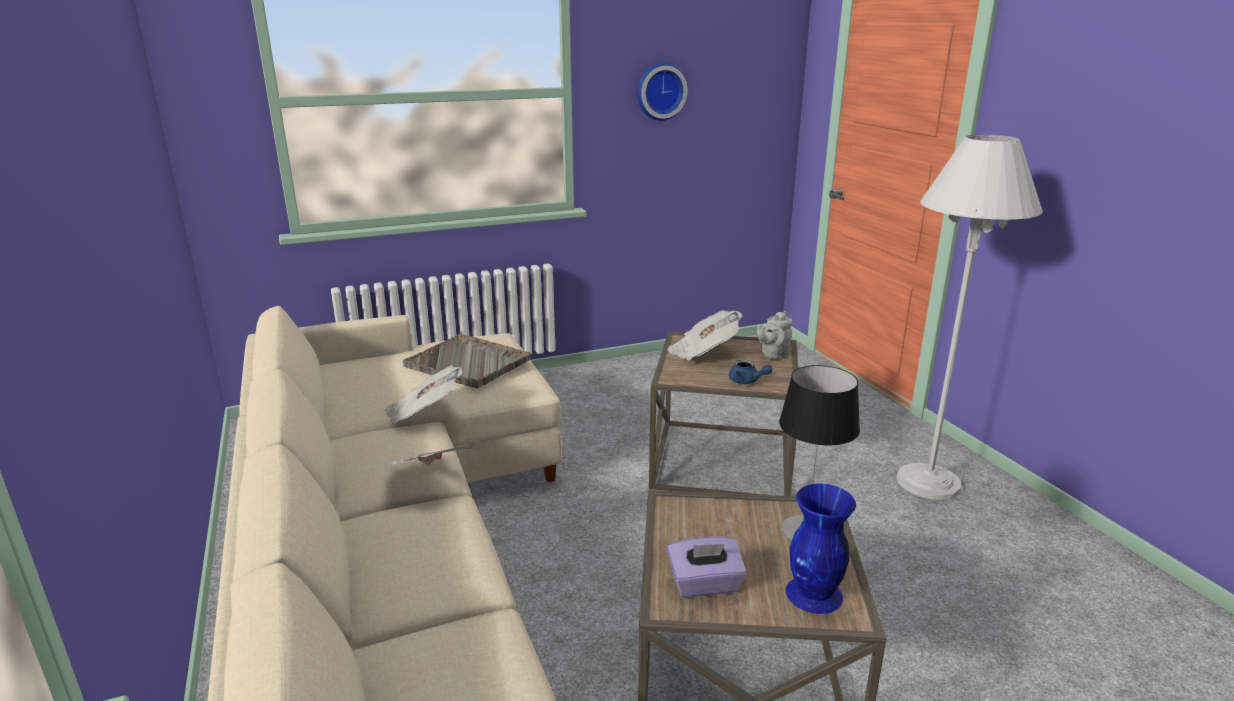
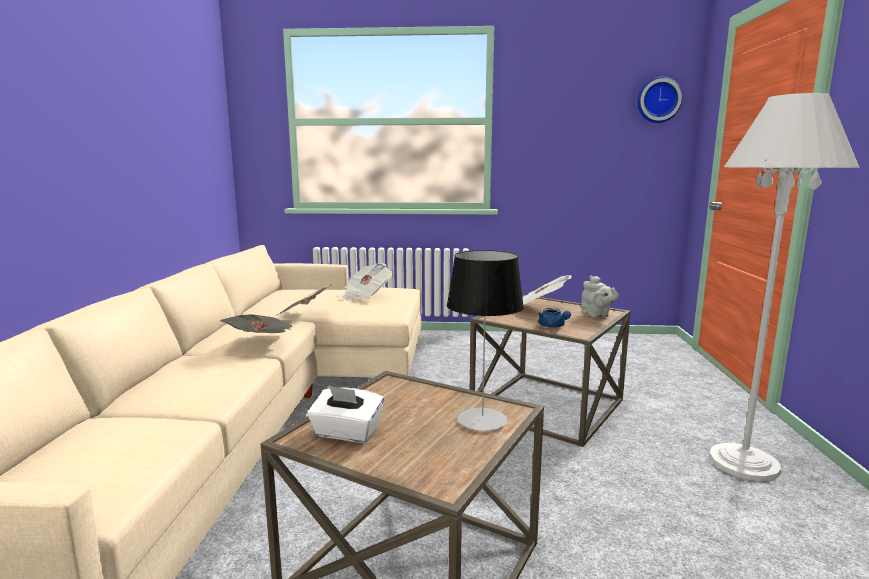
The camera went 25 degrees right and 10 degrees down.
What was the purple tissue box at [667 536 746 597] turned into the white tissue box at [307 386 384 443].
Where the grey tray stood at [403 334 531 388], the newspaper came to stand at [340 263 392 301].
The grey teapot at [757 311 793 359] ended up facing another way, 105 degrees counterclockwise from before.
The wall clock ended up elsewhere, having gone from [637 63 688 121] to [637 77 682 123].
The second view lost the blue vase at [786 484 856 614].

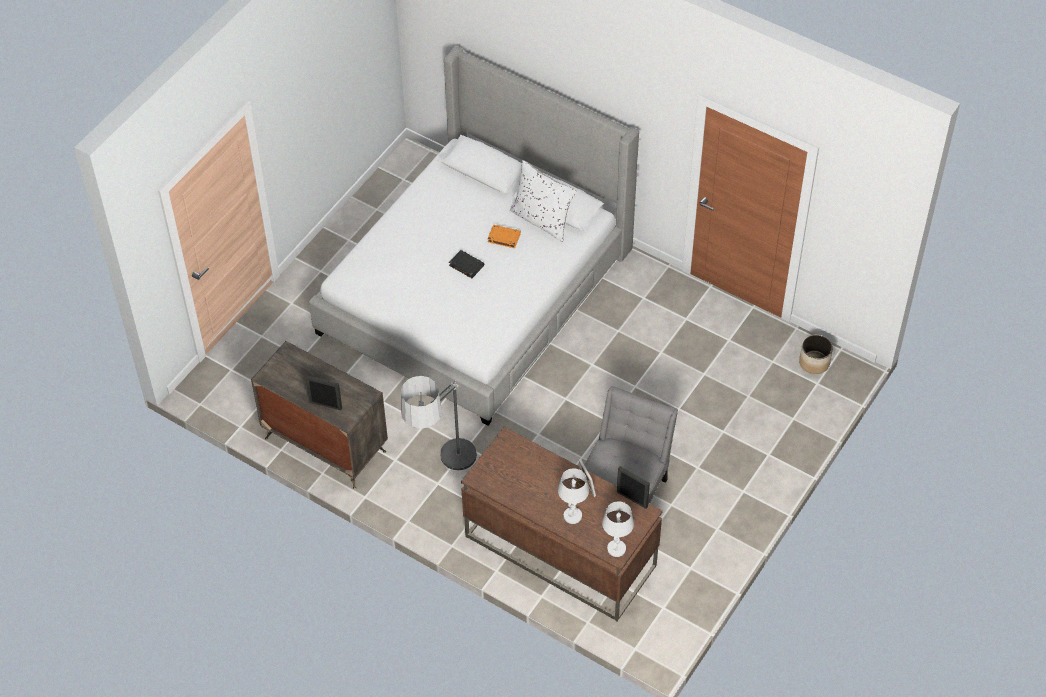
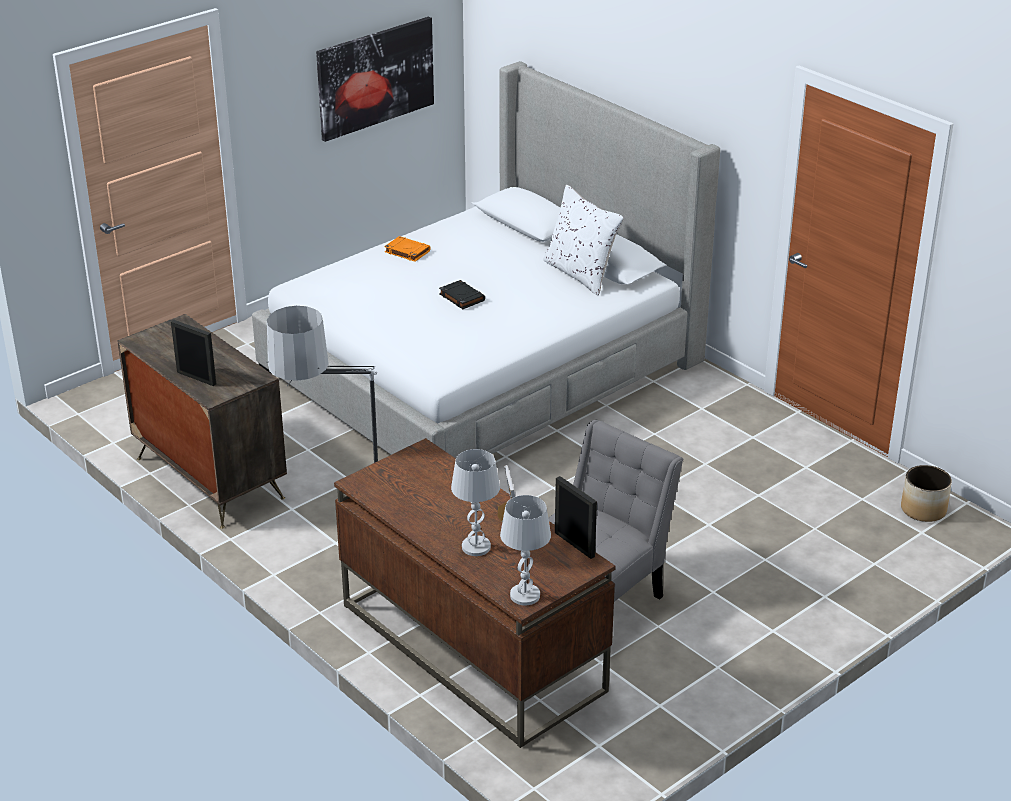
The camera went 15 degrees right and 20 degrees down.
The second view gained the picture at [316 17 434 142].
The orange book ended up elsewhere, having gone from [488 225 521 248] to [384 236 431 262].

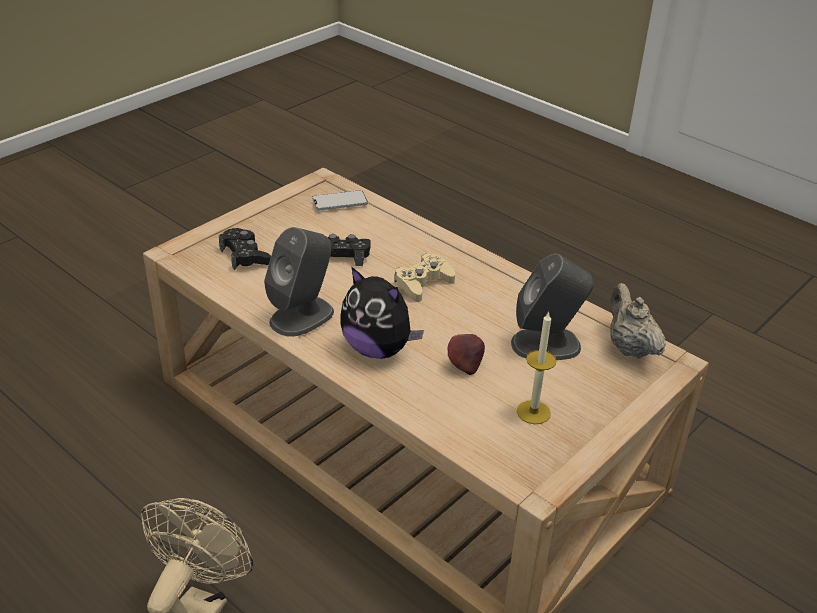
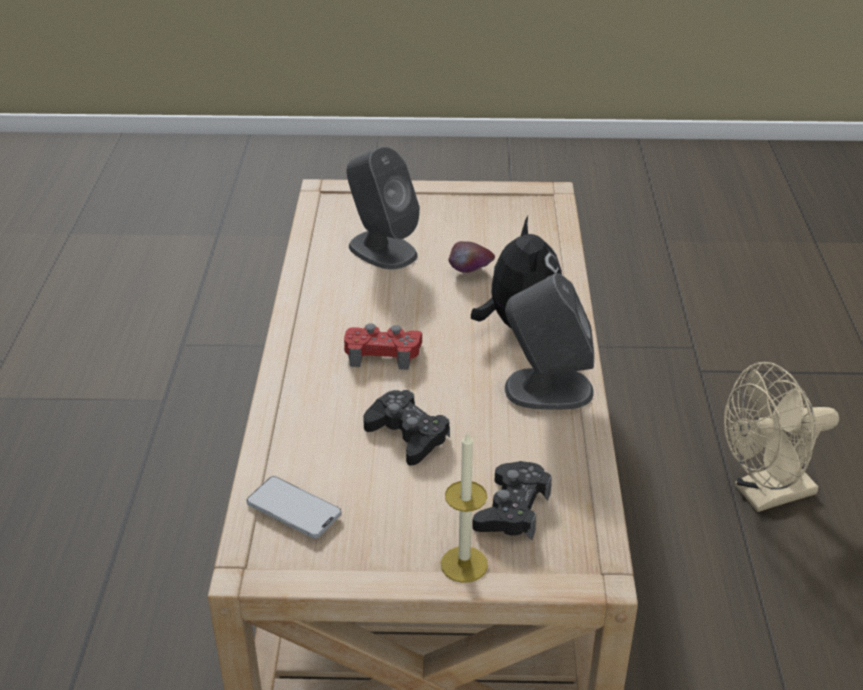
The camera went 130 degrees left and 0 degrees up.
What was the beige game controller at [394 253 455 302] turned into the red game controller at [344 324 422 370].
The candle ended up elsewhere, having gone from [517 311 557 424] to [441 431 488 583].
The second view lost the beige teapot at [610 283 666 359].

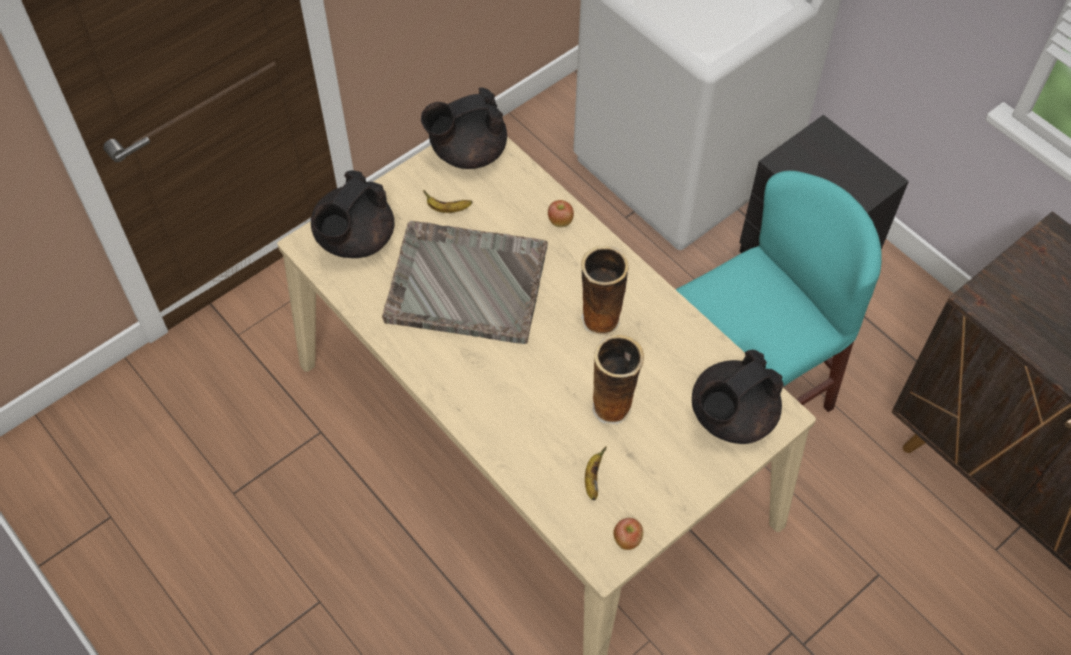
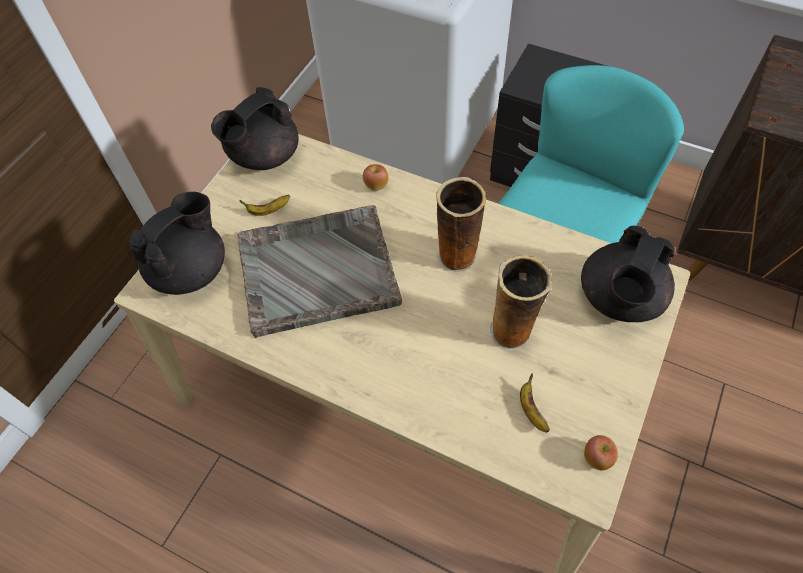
The camera went 20 degrees left and 0 degrees up.
The black teapot at [311 170 394 258] ended up facing another way, 150 degrees counterclockwise from before.

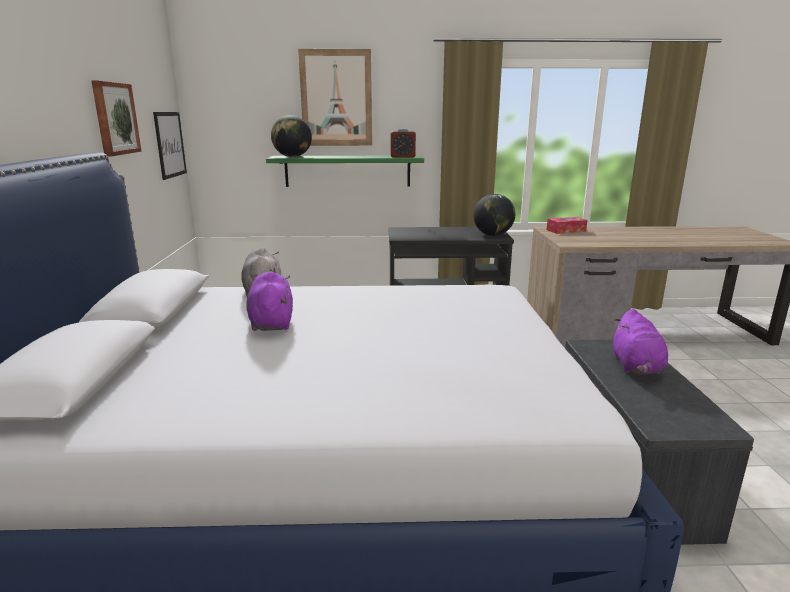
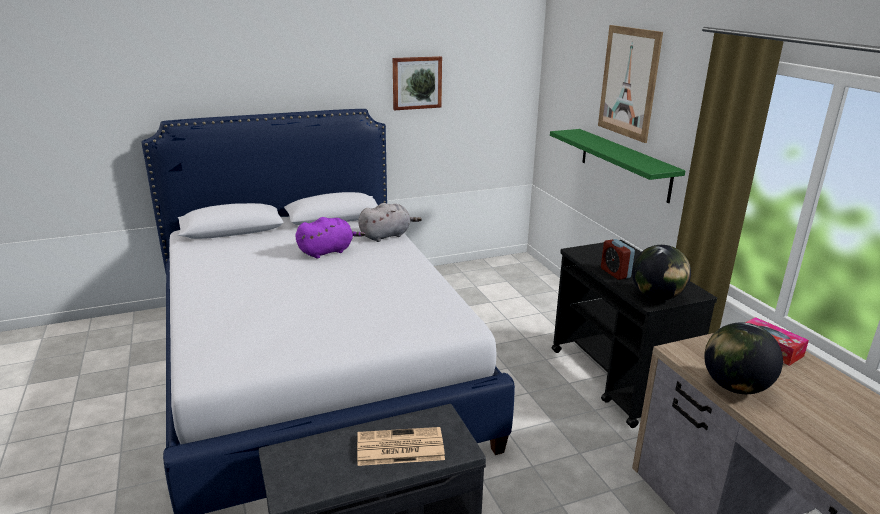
The camera went 70 degrees right and 5 degrees up.
Where the purple plush toy stood at [613 309 668 375], the newspaper came to stand at [357 427 445 466].
The alarm clock ended up elsewhere, having gone from [390 129 416 158] to [601 239 635 280].
The globe ended up elsewhere, having gone from [271 115 312 157] to [704 322 783 394].
The second view lost the picture at [153 112 187 180].

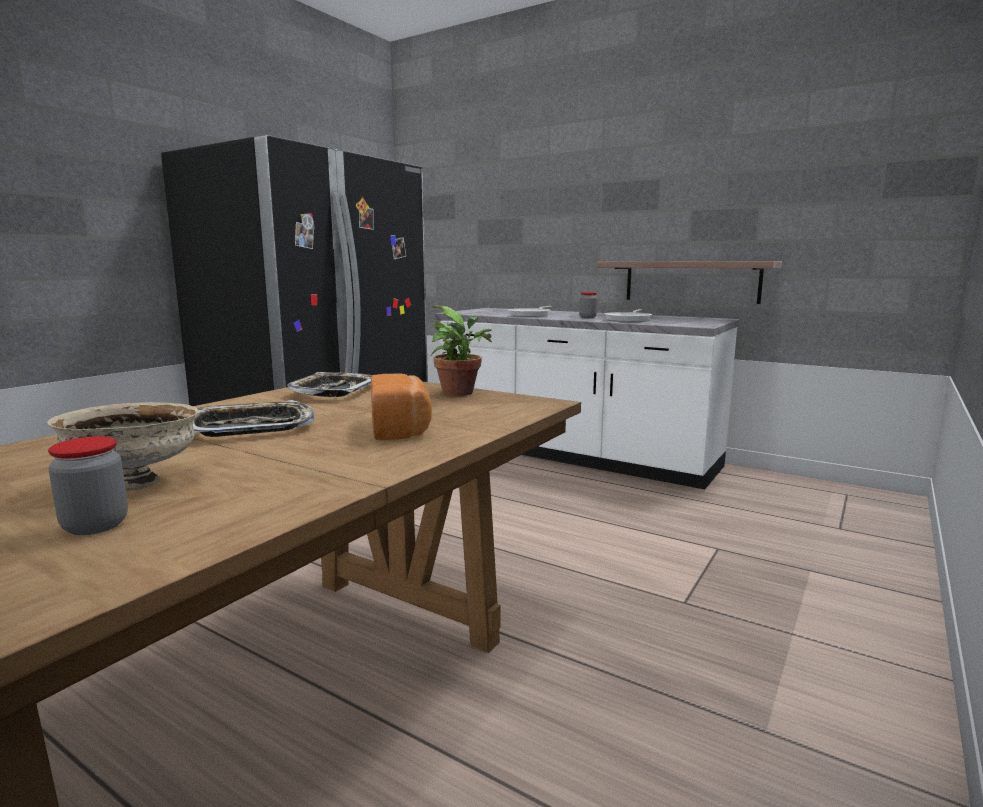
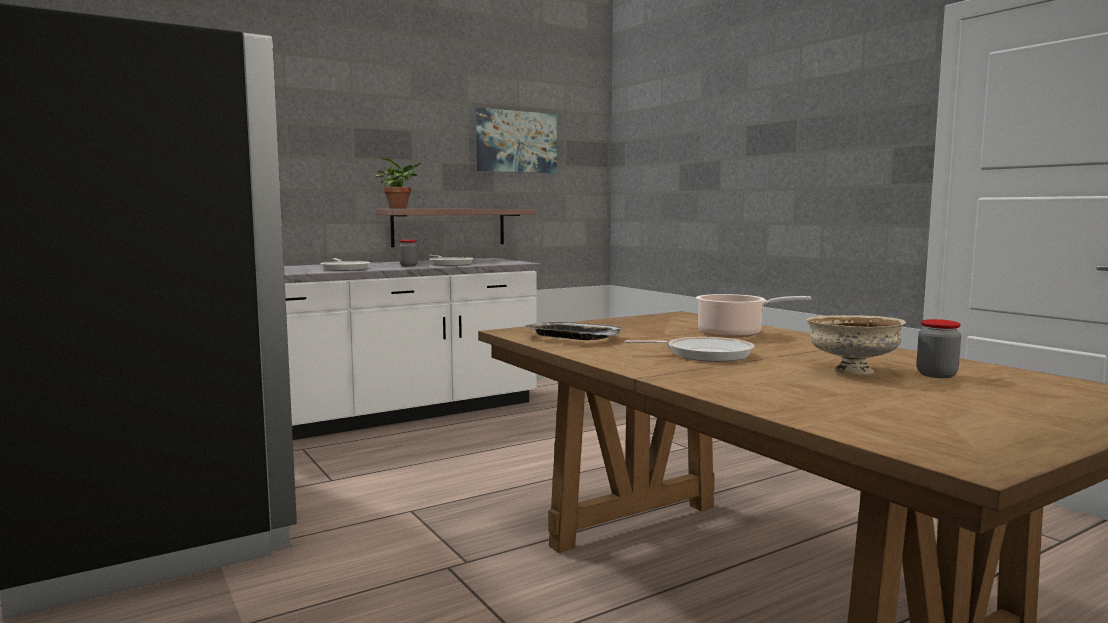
The camera went 65 degrees left and 5 degrees down.
The potted plant ended up elsewhere, having gone from [430 306 492 396] to [375 158 425 209].
The second view gained the picture at [476 108 557 173].
Where the tray stood at [193 400 314 437], the frying pan came to stand at [625 337 755 362].
Where the bread stood at [371 374 432 440], the cooking pot came to stand at [696 294 811 338].

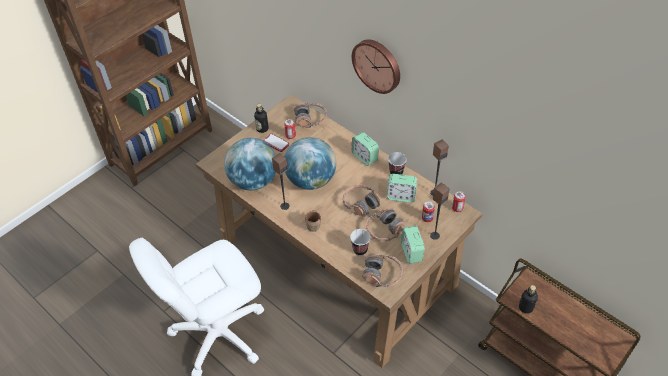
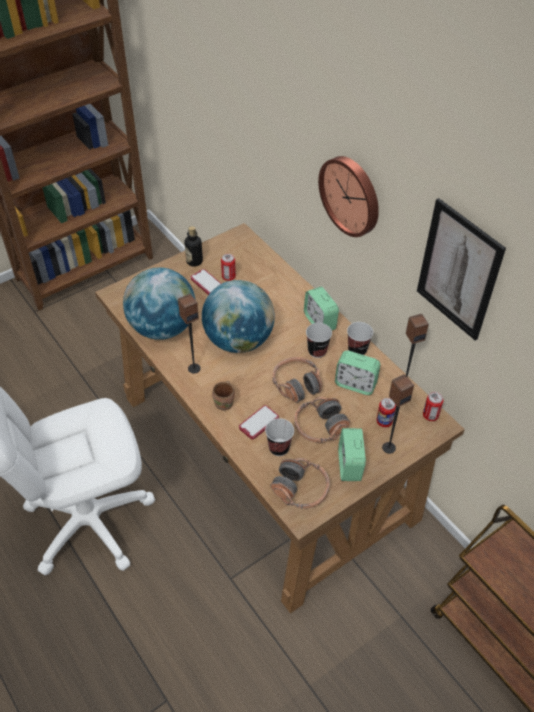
The camera went 10 degrees right and 0 degrees up.
The second view gained the phone at [239 405 279 440].
The second view gained the cup at [306 323 332 358].
The second view gained the picture at [417 198 506 340].
The second view lost the headphones at [294 102 327 128].
The second view lost the bottle at [519 285 538 314].

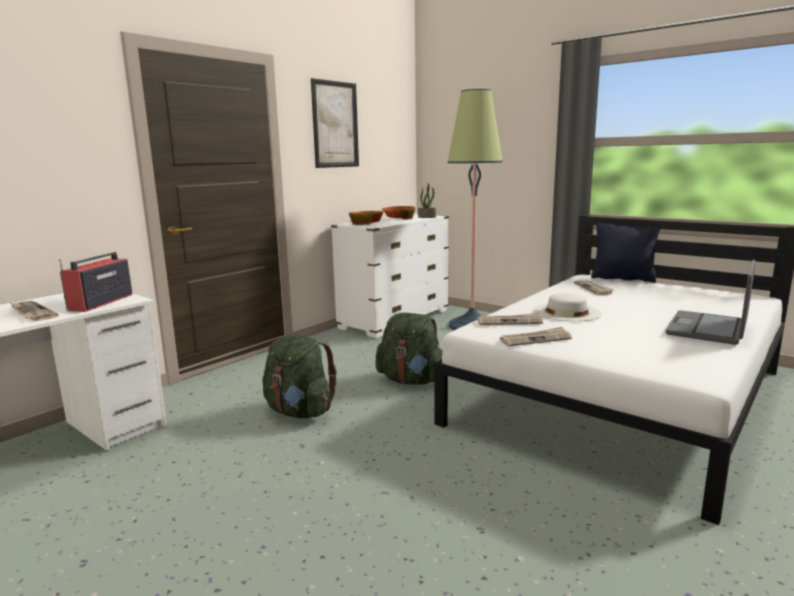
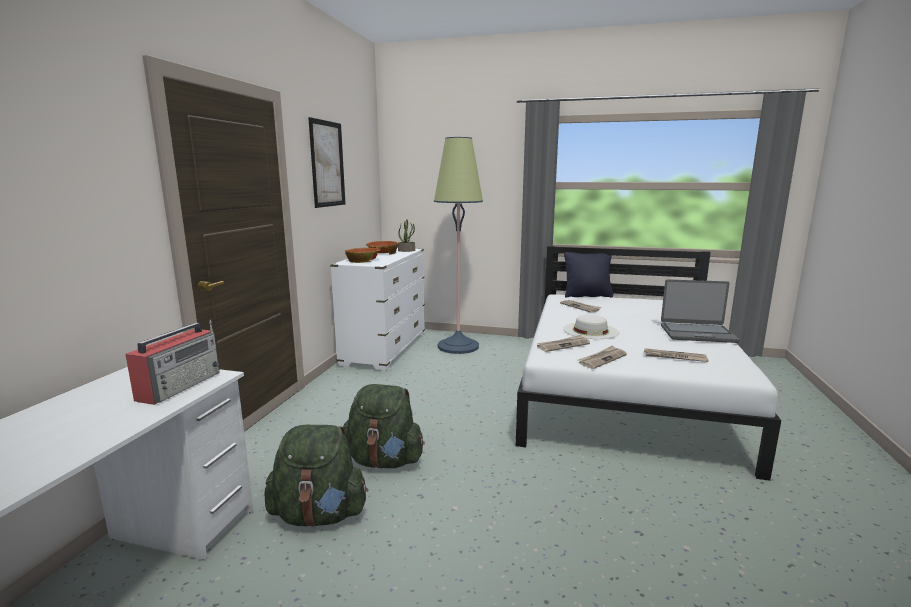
The camera went 25 degrees left and 0 degrees up.
The radio at [59 252 132 312] ended up facing another way, 150 degrees counterclockwise from before.
The green backpack ended up elsewhere, having gone from [376 313 442 385] to [264 425 368 527].
The newspaper ended up elsewhere, having gone from [9 301 59 321] to [644 348 708 362].
The laptop at [666 260 756 345] ended up facing another way, 90 degrees counterclockwise from before.

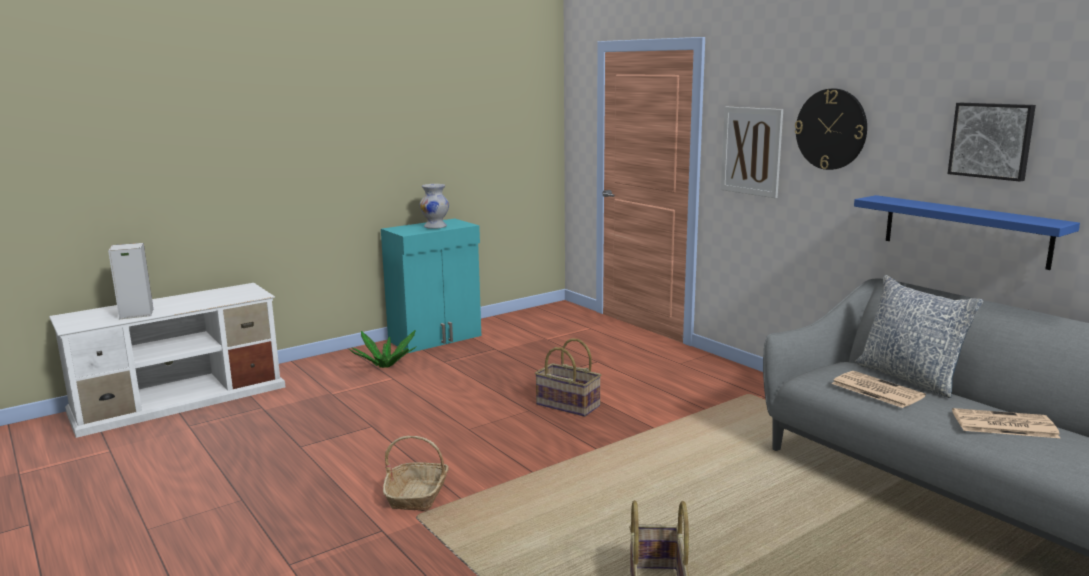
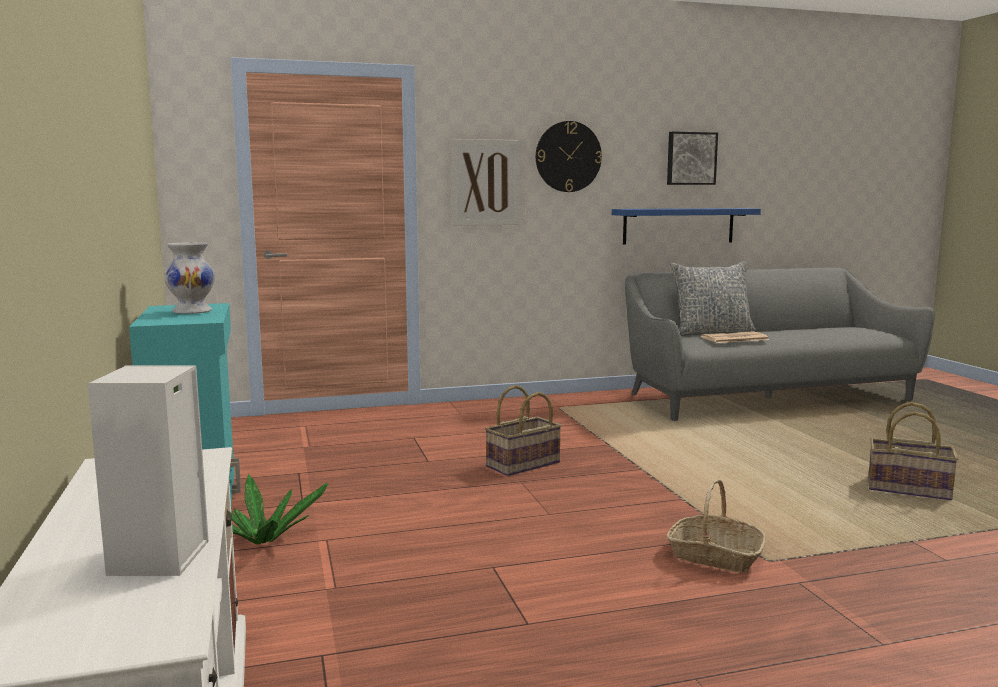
The camera went 70 degrees left and 5 degrees down.
The second view lost the newspaper at [952 408 1060 438].

